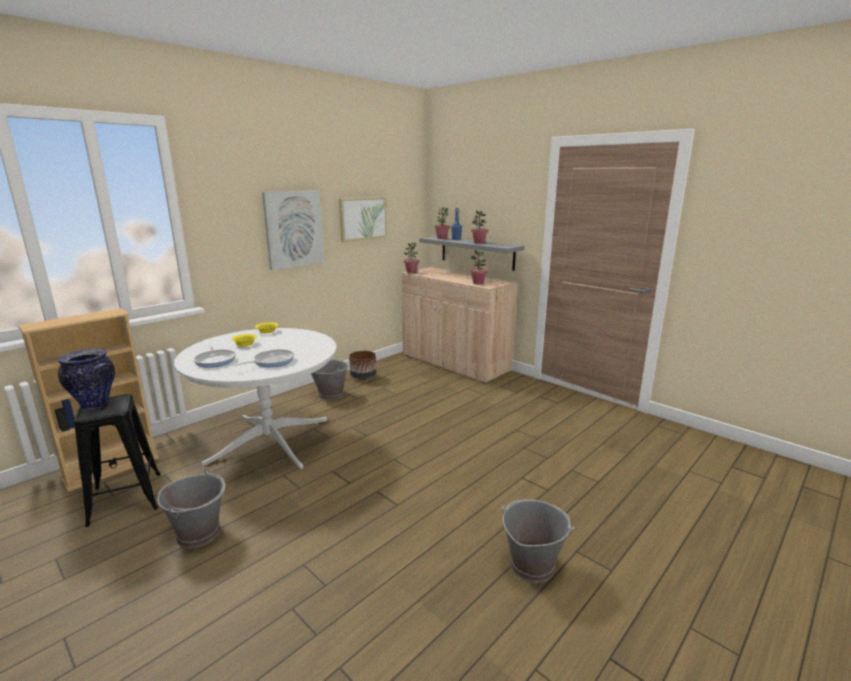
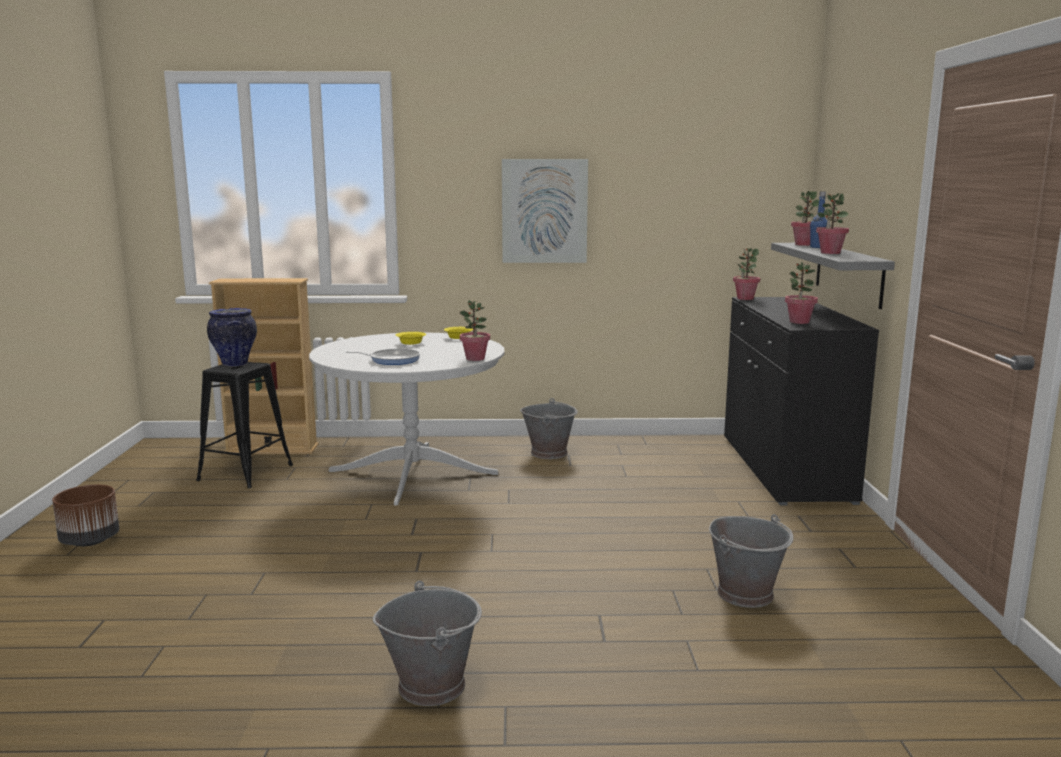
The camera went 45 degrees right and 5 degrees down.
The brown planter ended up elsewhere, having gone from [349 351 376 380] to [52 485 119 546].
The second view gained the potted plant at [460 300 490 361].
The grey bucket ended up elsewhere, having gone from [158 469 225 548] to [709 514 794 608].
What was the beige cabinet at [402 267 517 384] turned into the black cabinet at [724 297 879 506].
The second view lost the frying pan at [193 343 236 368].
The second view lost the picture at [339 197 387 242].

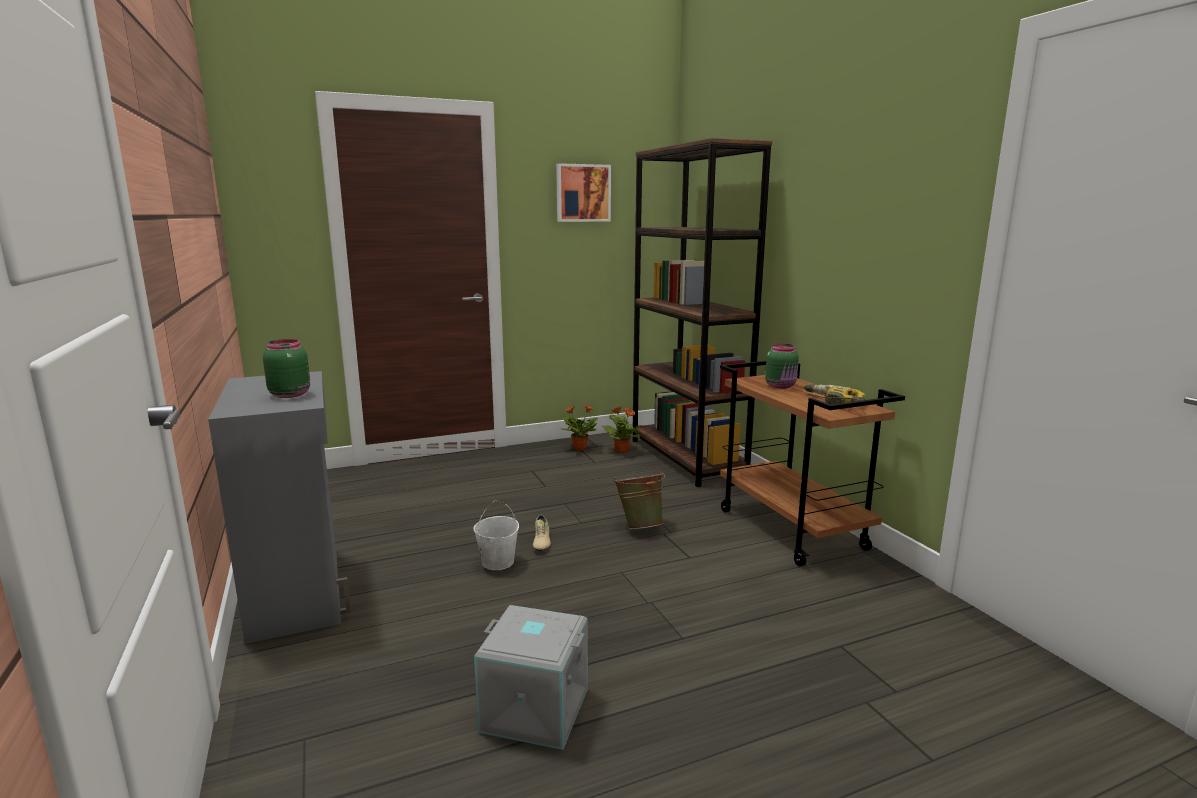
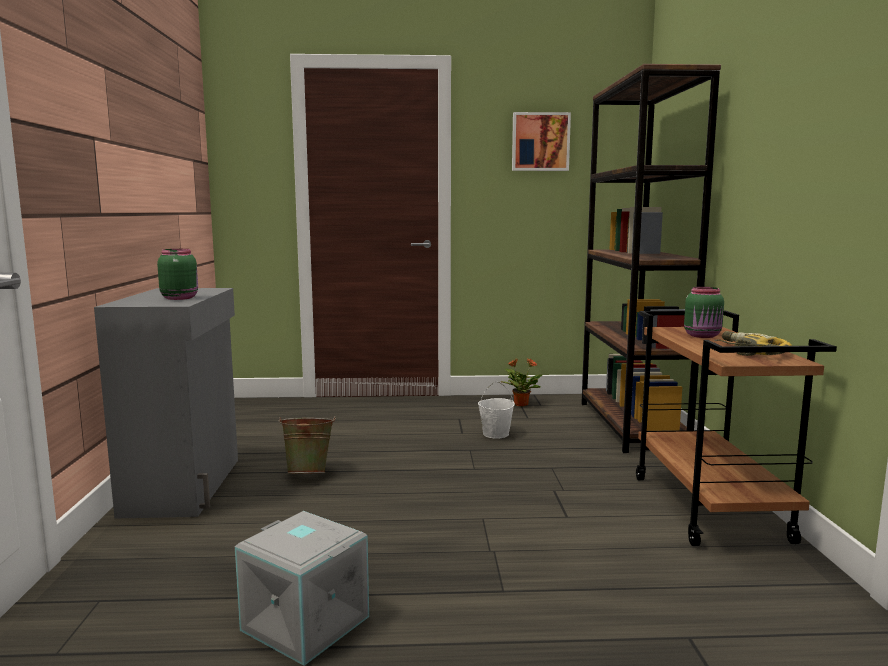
The camera went 20 degrees right and 5 degrees down.
The green bucket ended up elsewhere, having gone from [613 470 666 529] to [278 417 336 474].
The white bucket ended up elsewhere, having gone from [474 500 519 570] to [478 381 515 439].
The second view lost the beige shoe at [533 515 551 551].
The second view lost the potted plant at [602 407 642 453].

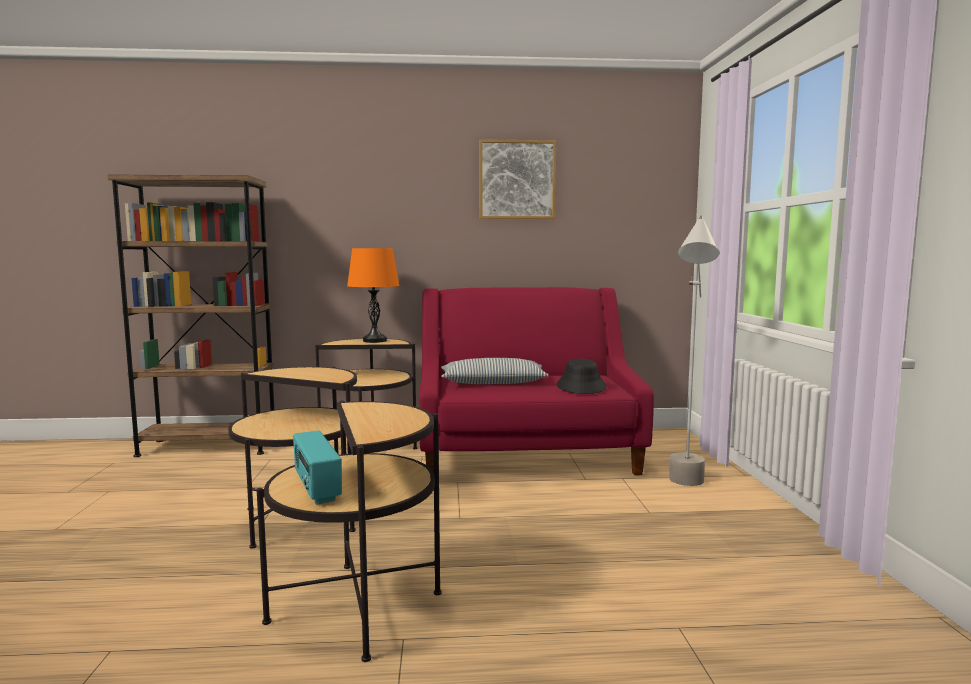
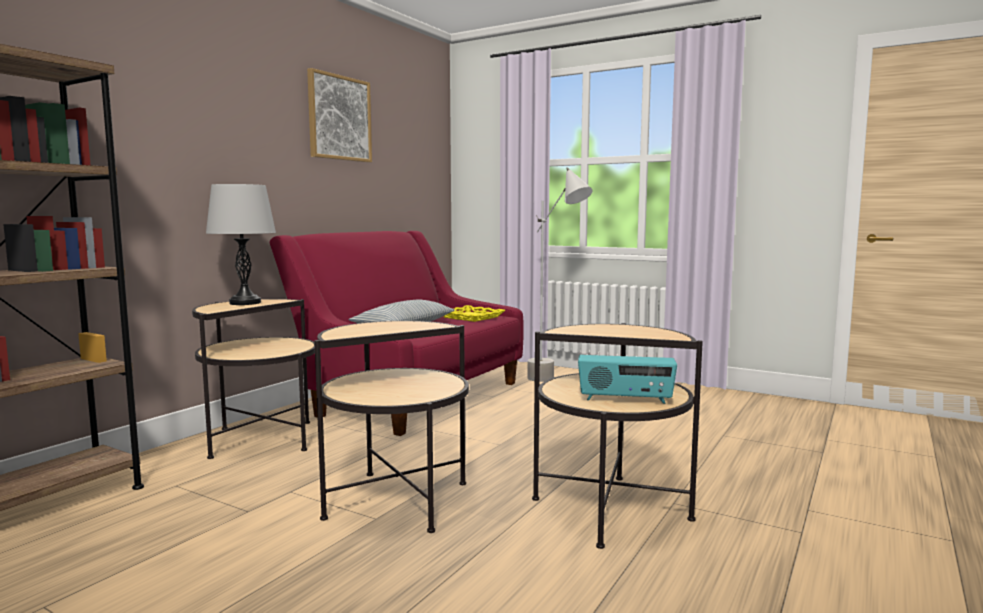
The camera went 55 degrees left and 0 degrees up.
What was the orange table lamp at [347 248 400 343] turned into the grey table lamp at [206 184 276 305].
Where the black hat stood at [556 359 607 394], the yellow tray came to stand at [443 305 505 322].

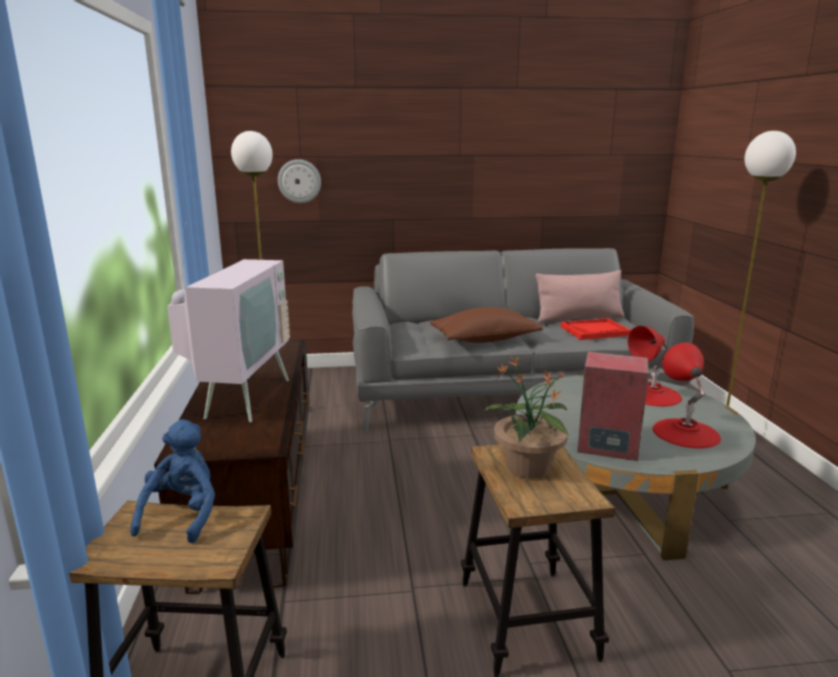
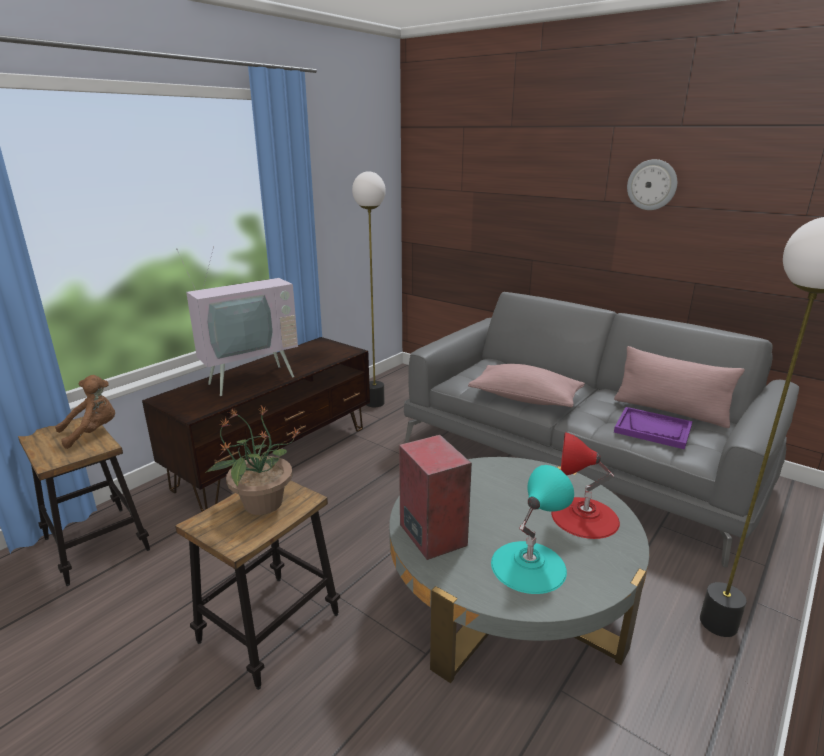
The camera went 45 degrees right and 5 degrees up.
What was the blue plush toy at [130 420 215 543] turned into the brown plush toy at [55 375 115 449].
What was the brown pillow at [430 307 543 343] turned into the pink pillow at [468 364 585 407].
What was the red table lamp at [653 343 721 449] turned into the turquoise table lamp at [491 465 574 594].
What was the red tray at [560 318 631 340] turned into the purple tray at [614 407 693 449].
The wall clock ended up elsewhere, having gone from [278 159 321 203] to [627 159 677 210].

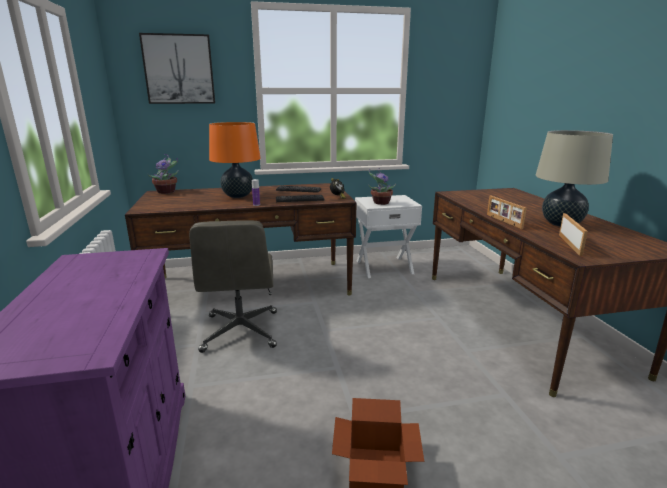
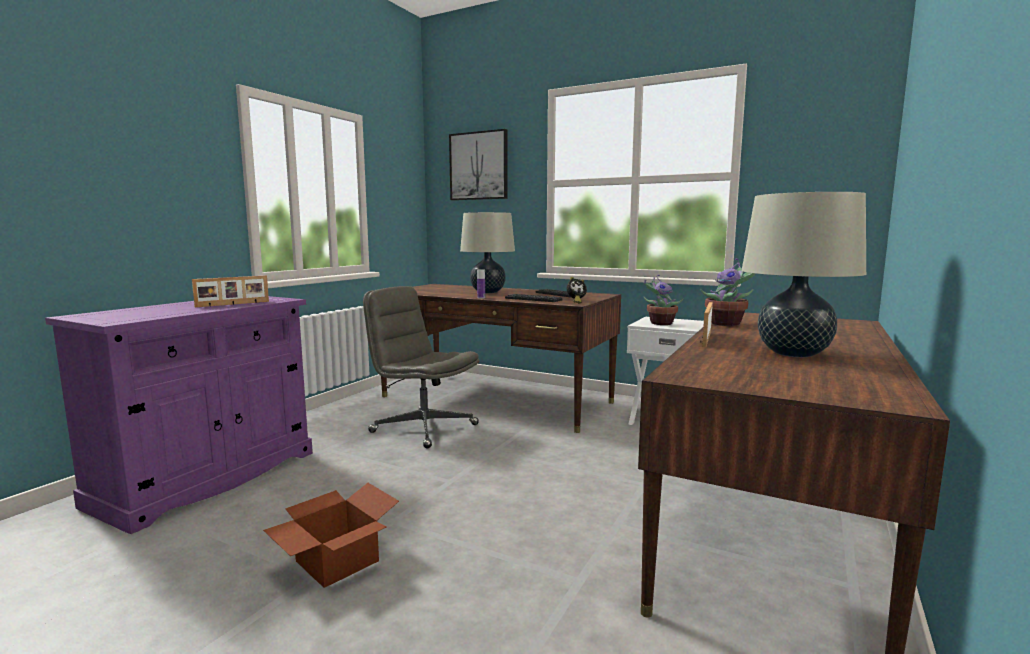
The camera went 40 degrees right and 10 degrees down.
The picture frame ended up elsewhere, having gone from [559 213 588 256] to [192 276 269 307].
The grey office chair at [189 220 277 353] ended up facing another way, 90 degrees clockwise from before.
What was the orange table lamp at [209 122 261 198] turned into the beige table lamp at [460 212 515 293].
The potted plant ended up elsewhere, having gone from [148 154 179 194] to [700 259 755 326].

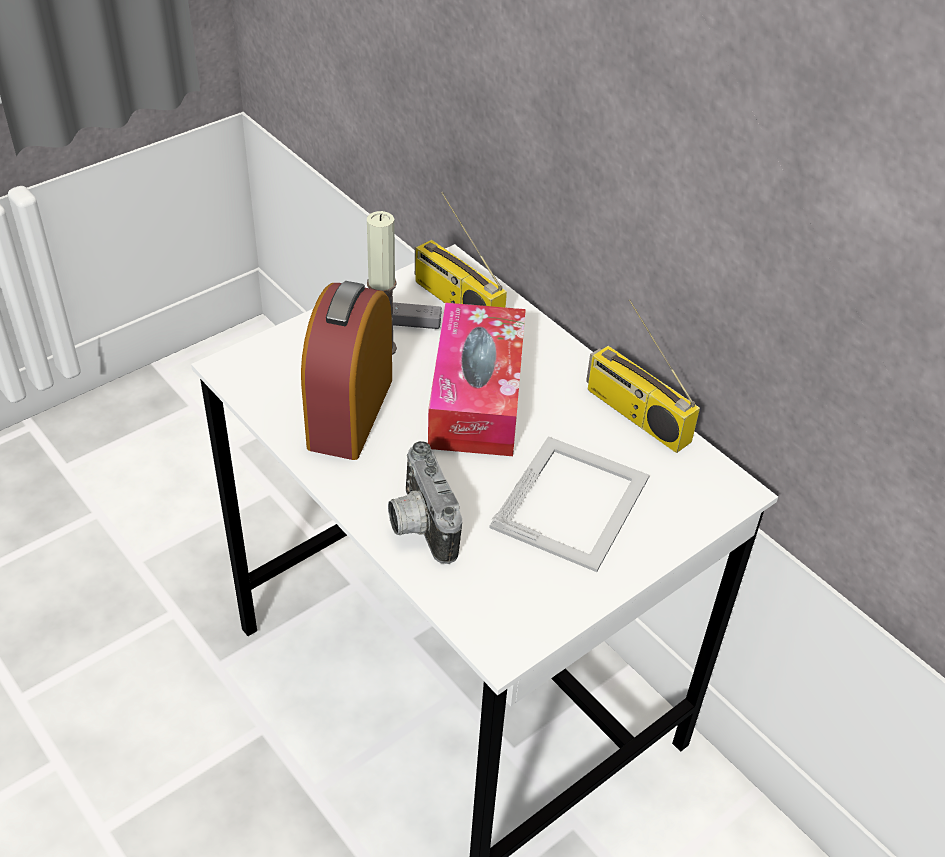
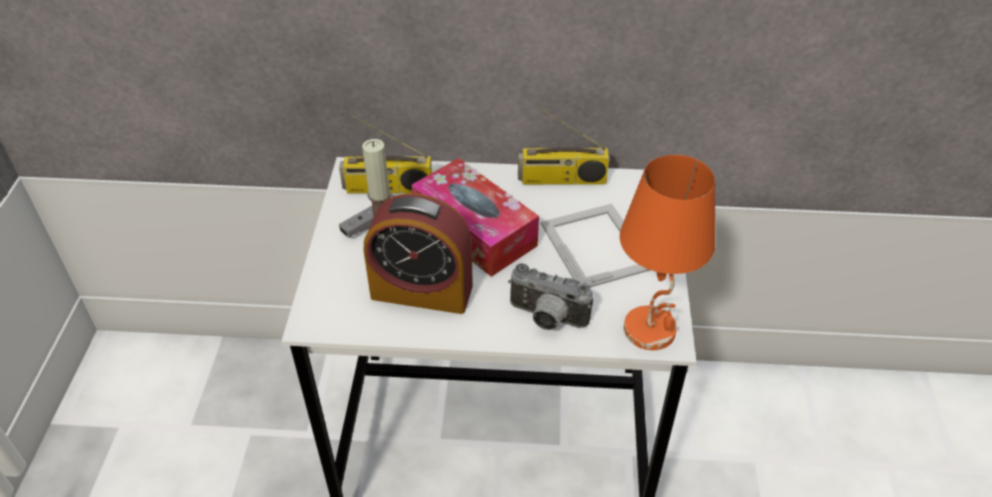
The camera went 45 degrees left and 0 degrees up.
The alarm clock at [301 281 392 460] ended up facing another way, 45 degrees counterclockwise from before.
The second view gained the orange table lamp at [620 155 715 350].

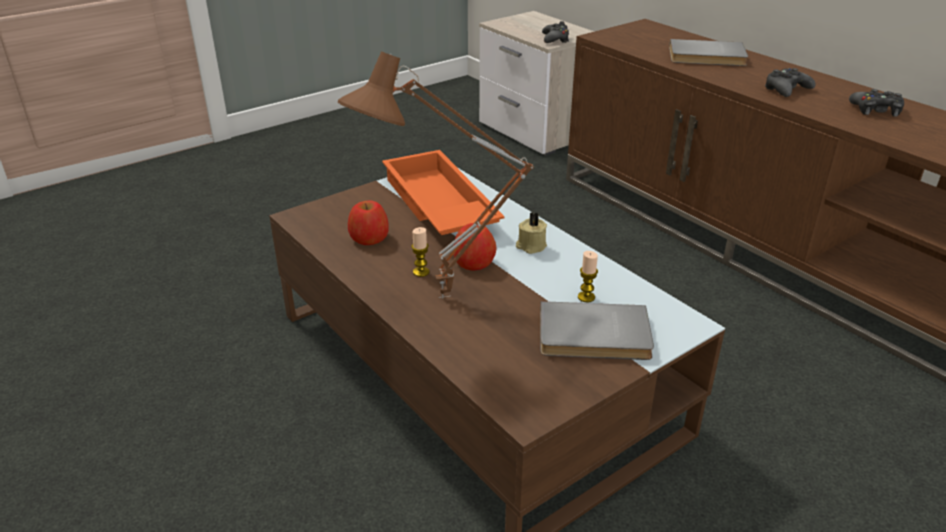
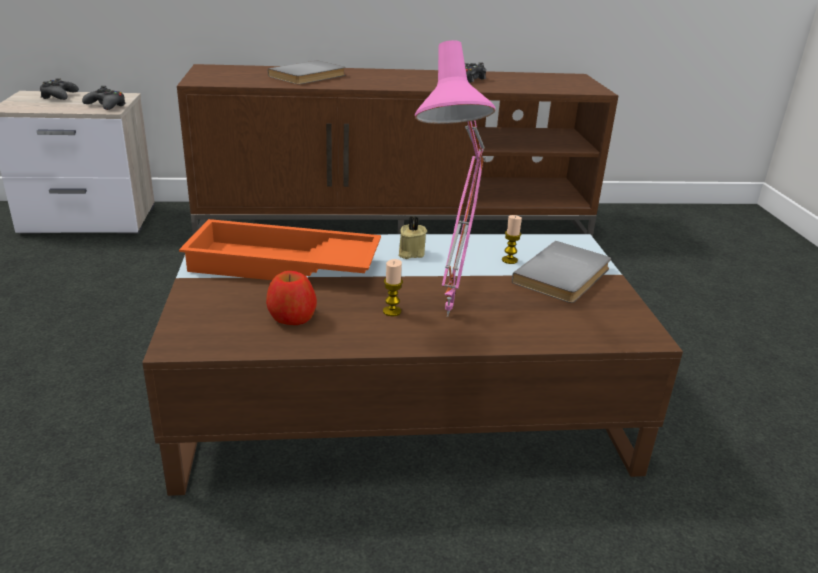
The camera went 60 degrees left and 5 degrees down.
The black game controller ended up elsewhere, having gone from [765 68 816 97] to [40 78 79 100].
What was the brown table lamp at [338 51 534 299] turned into the pink table lamp at [415 40 495 317].
The second view lost the apple at [454 223 497 271].

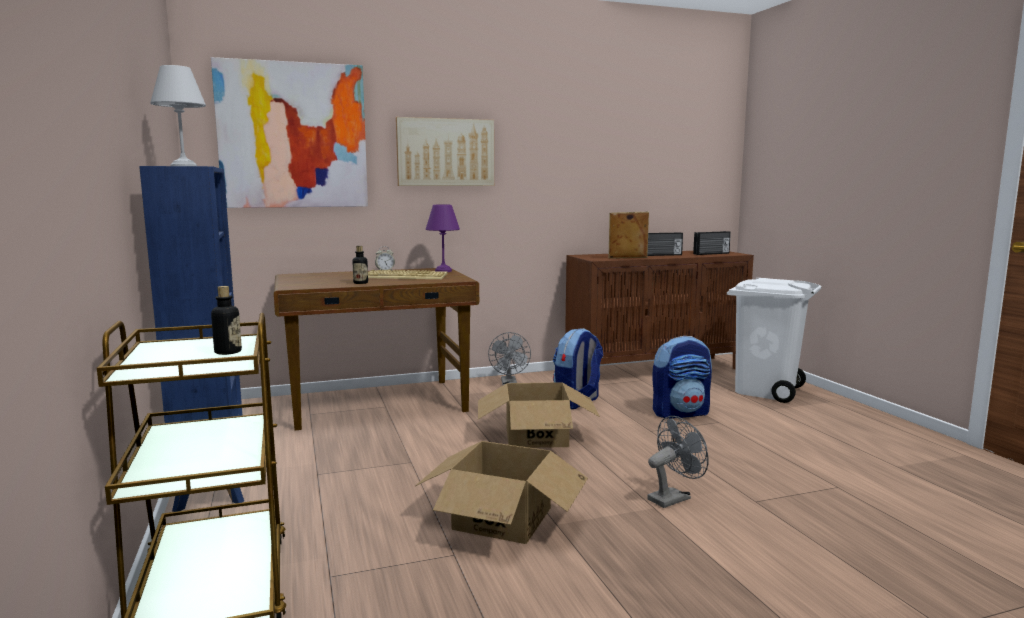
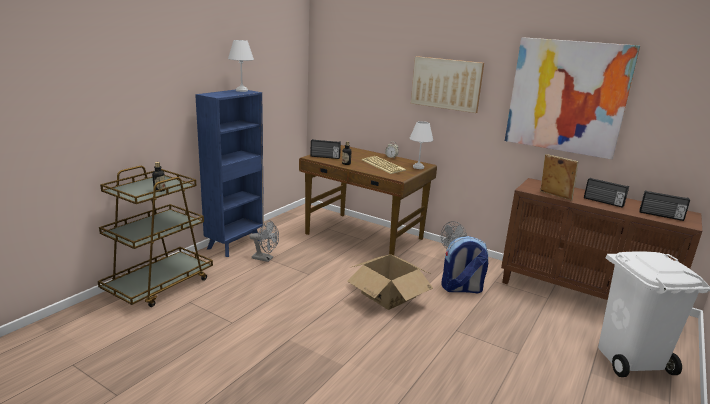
The camera went 50 degrees right and 10 degrees up.
The grey fan ended up elsewhere, having gone from [647 416 709 508] to [249 220 279 262].
The second view gained the radio at [310 139 341 159].
What was the purple table lamp at [426 205 460 272] turned into the white table lamp at [410 121 433 169].
The picture ended up elsewhere, having gone from [211 57 368 208] to [505 37 640 159].
The second view lost the cardboard box at [415 441 588 544].
The second view lost the backpack at [652 336 712 419].

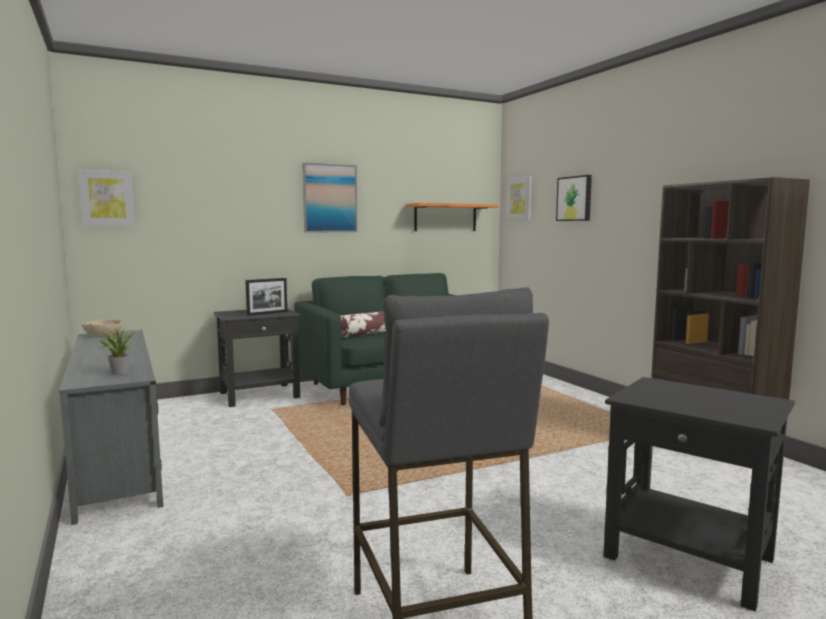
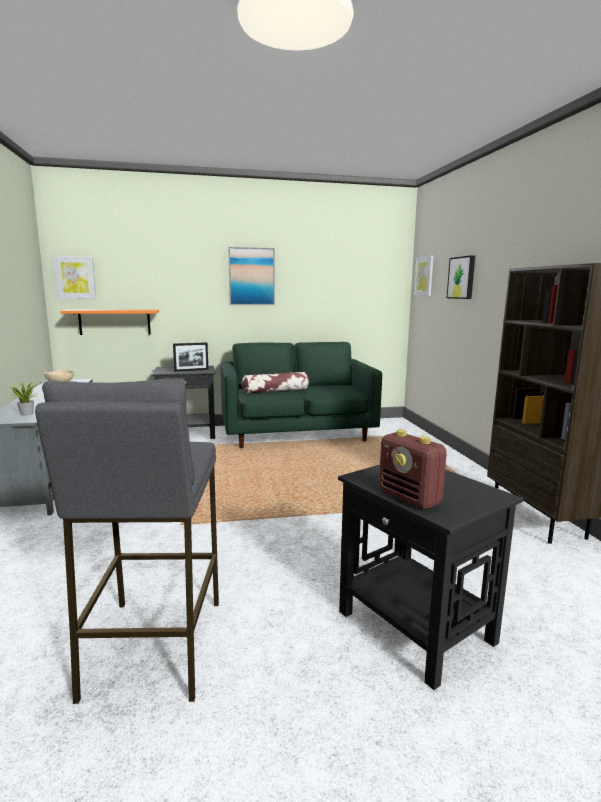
The camera went 15 degrees right and 5 degrees up.
The orange shelf ended up elsewhere, having gone from [405 203 499 231] to [60 309 159 335].
The second view gained the radio at [379 430 447 509].

